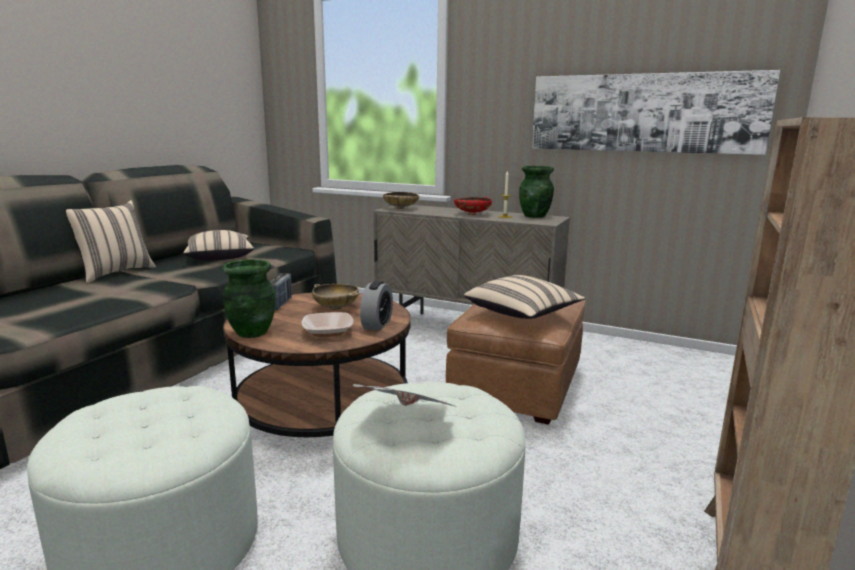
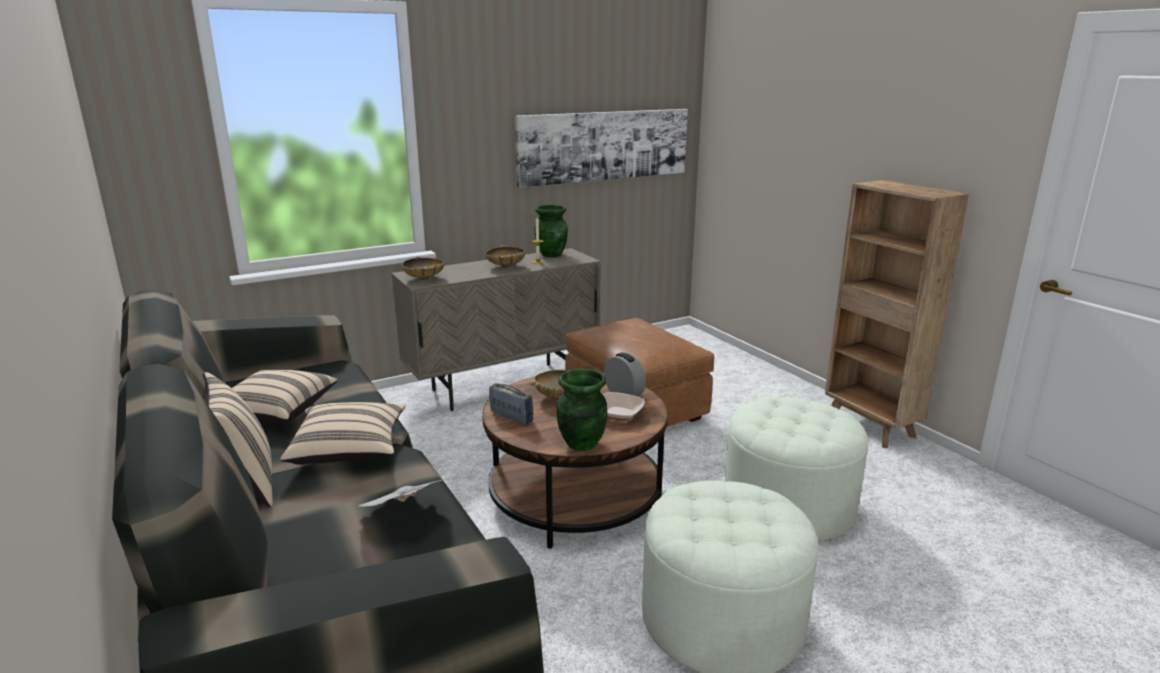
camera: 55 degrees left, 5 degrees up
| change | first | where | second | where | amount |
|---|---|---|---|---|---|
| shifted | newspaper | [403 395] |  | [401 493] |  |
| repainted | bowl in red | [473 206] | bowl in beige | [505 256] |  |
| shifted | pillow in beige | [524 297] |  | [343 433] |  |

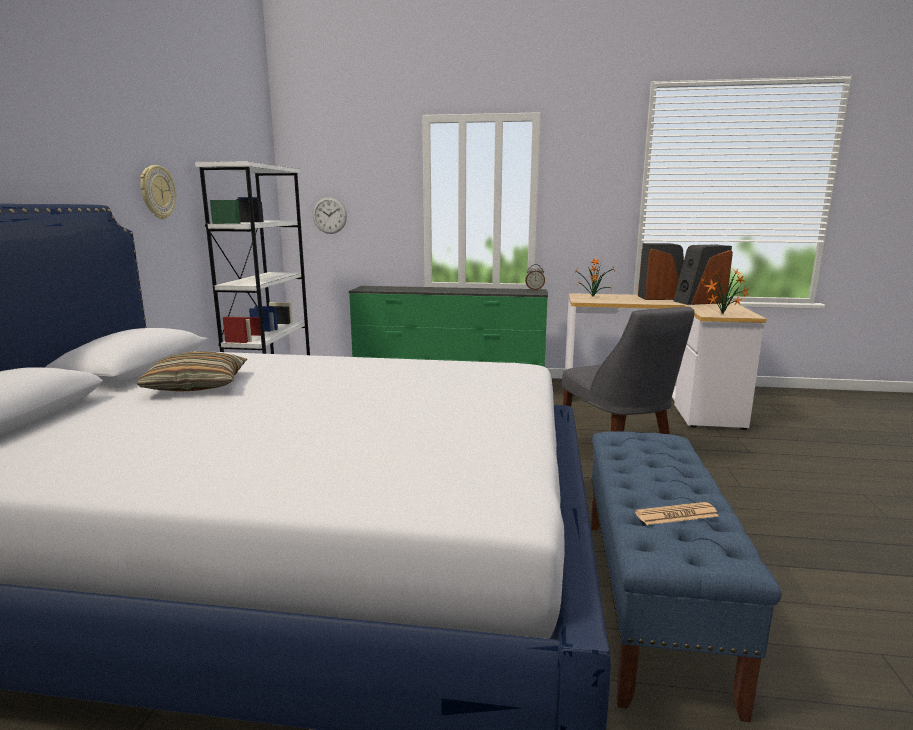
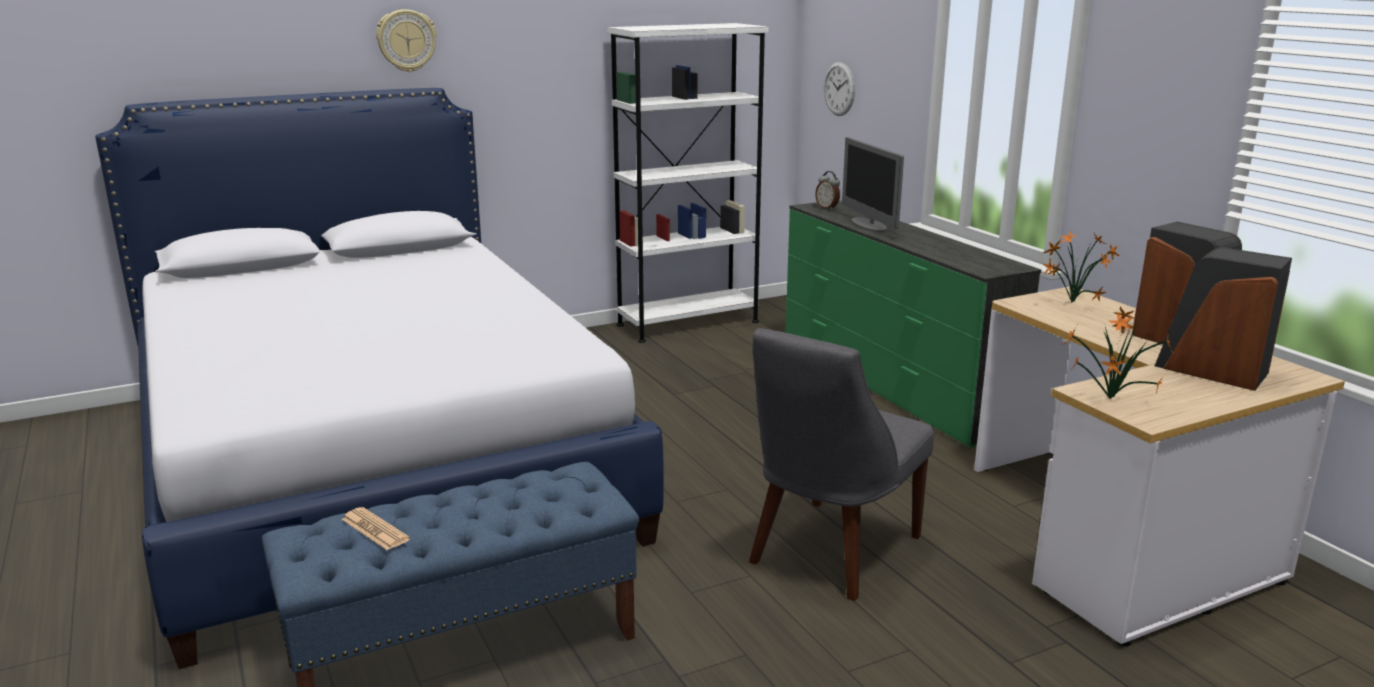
camera: 55 degrees right, 5 degrees up
| change | first | where | second | where | amount |
|---|---|---|---|---|---|
| gone | pillow | [192 371] |  |  |  |
| shifted | wall clock | [158 192] |  | [406 40] |  |
| shifted | alarm clock | [535 277] |  | [827 190] |  |
| new |  |  | monitor | [873 184] |  |

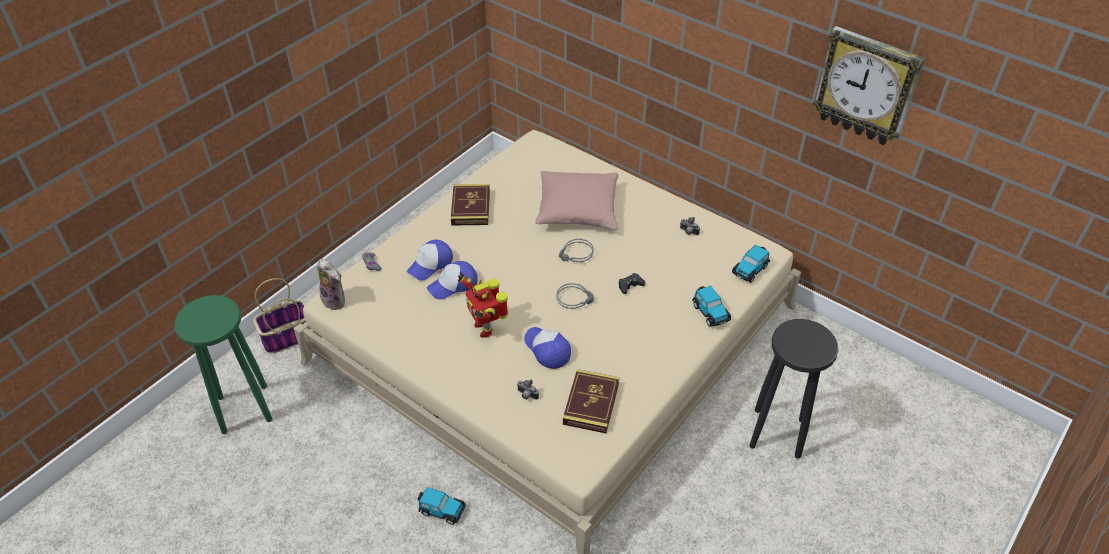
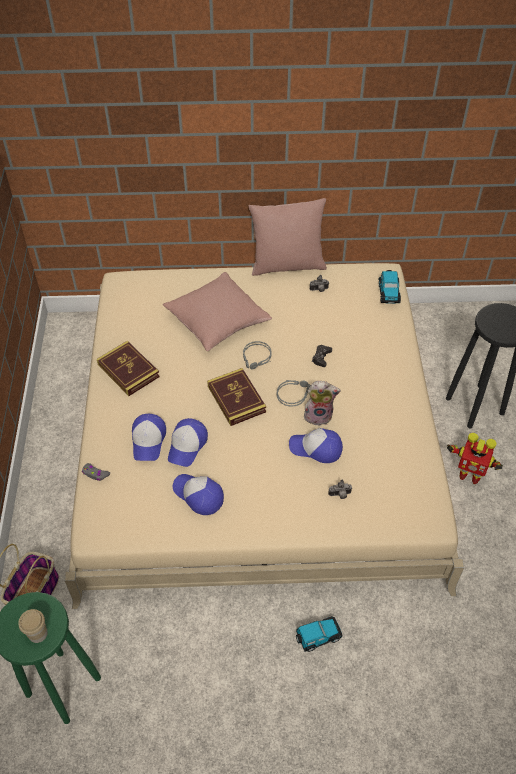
camera: 40 degrees left, 5 degrees up
| change | first | where | second | where | amount |
|---|---|---|---|---|---|
| shifted | plush toy | [331 284] |  | [322 403] |  |
| shifted | toy robot | [483 305] |  | [475 458] |  |
| shifted | book | [591 401] |  | [236 397] |  |
| gone | toy car | [711 306] |  |  |  |
| gone | wall clock | [869 85] |  |  |  |
| new |  |  | cup | [33 626] |  |
| new |  |  | cap | [198 494] |  |
| new |  |  | pillow in pink | [288 237] |  |

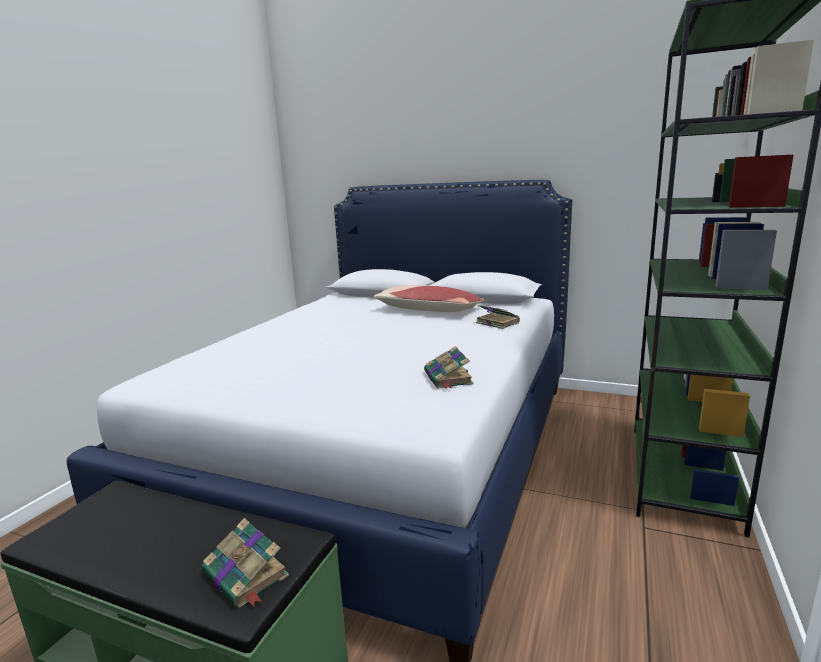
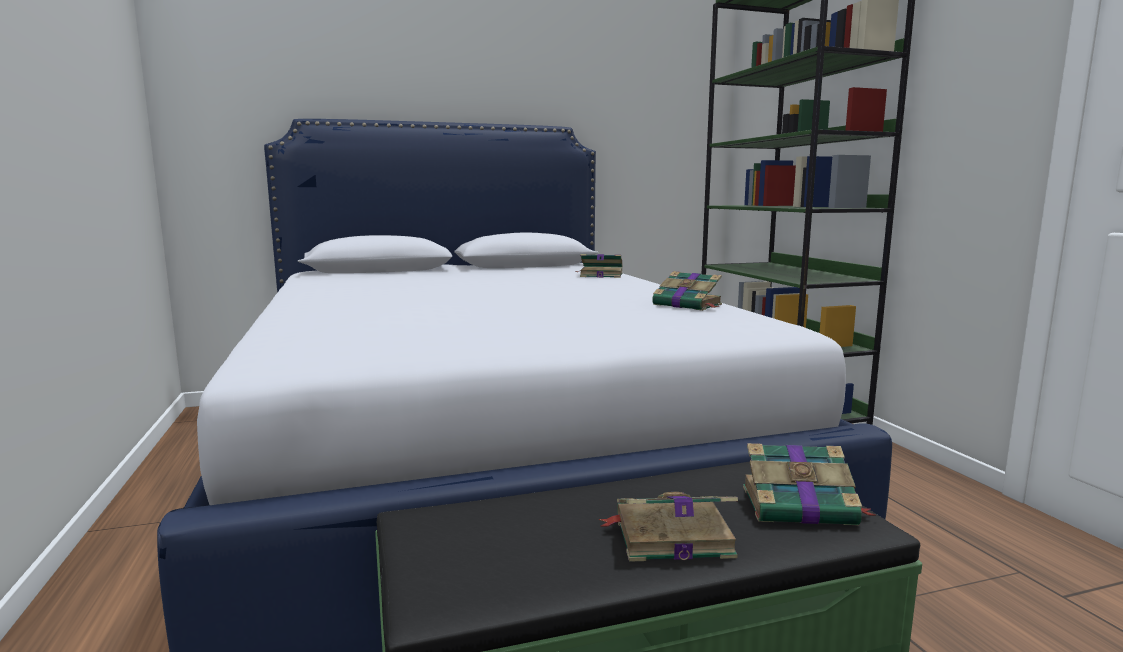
camera: 40 degrees left, 5 degrees down
| change | first | where | second | where | amount |
|---|---|---|---|---|---|
| gone | pillow | [429 298] |  |  |  |
| new |  |  | book | [668 527] |  |

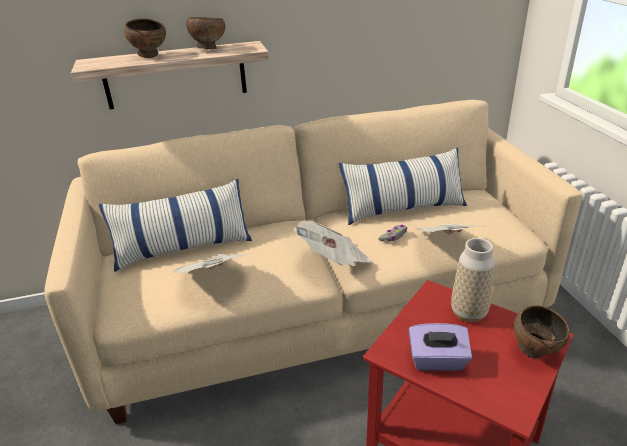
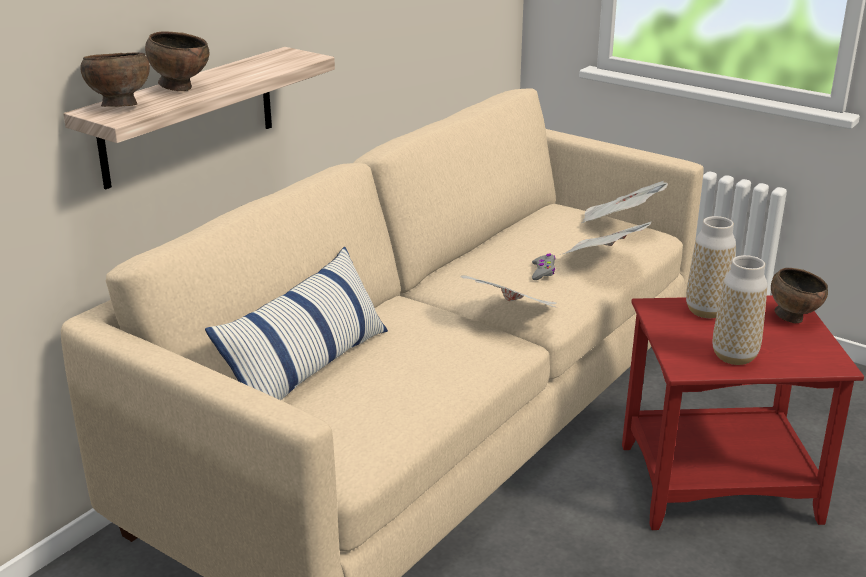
camera: 40 degrees left, 5 degrees down
| change | first | where | second | where | amount |
|---|---|---|---|---|---|
| shifted | newspaper | [210 263] |  | [624 202] |  |
| shifted | bowl in brown | [205 33] |  | [115 79] |  |
| gone | pillow | [403 186] |  |  |  |
| swapped | tissue box in purple | [440 347] | vase | [740 310] |  |

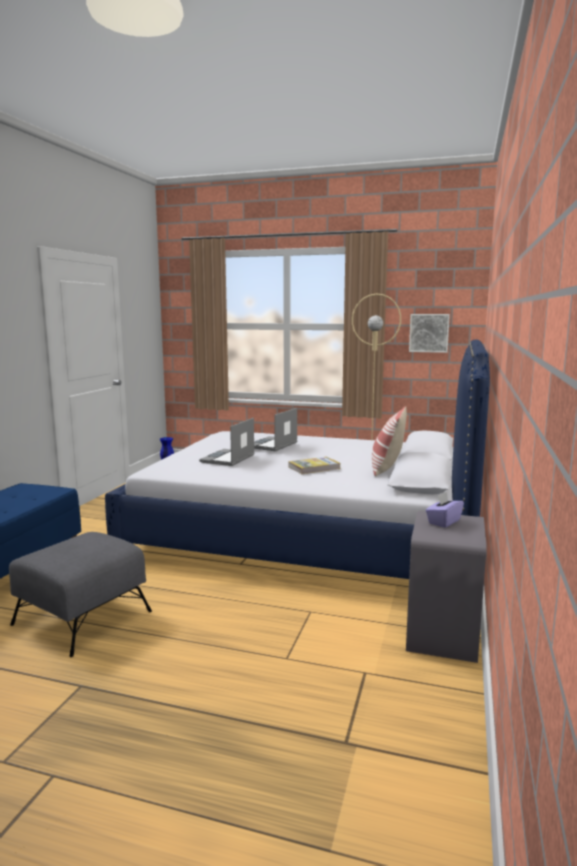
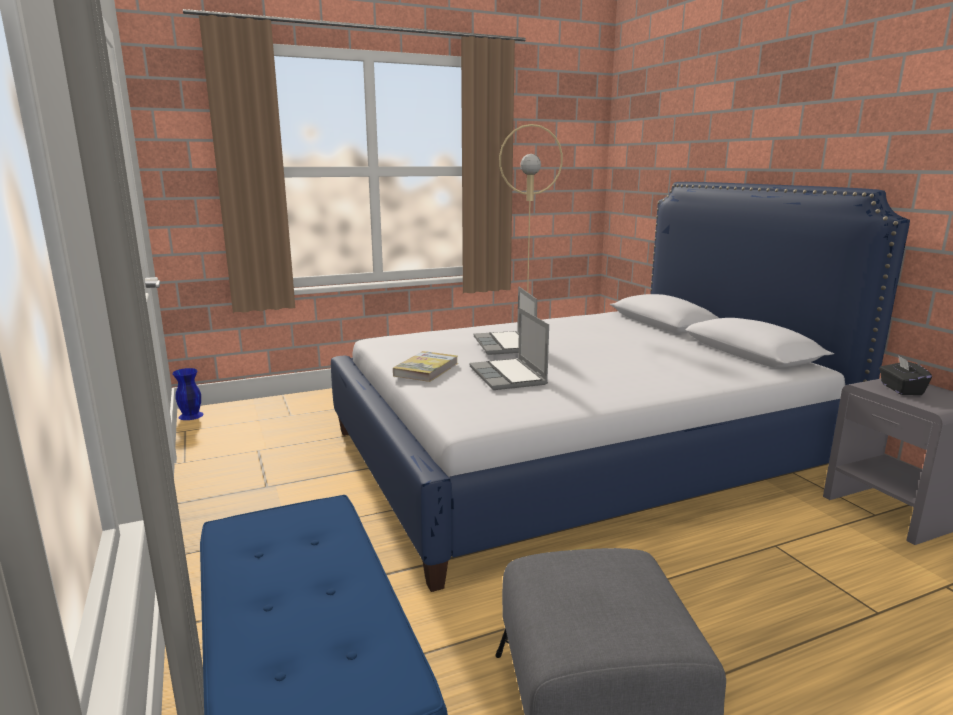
camera: 40 degrees left, 5 degrees up
| change | first | where | second | where | amount |
|---|---|---|---|---|---|
| shifted | book | [314 465] |  | [425 366] |  |
| gone | pillow | [389 441] |  |  |  |
| gone | picture | [429 333] |  |  |  |
| repainted | tissue box in purple | [445 510] | tissue box in black | [905 375] |  |

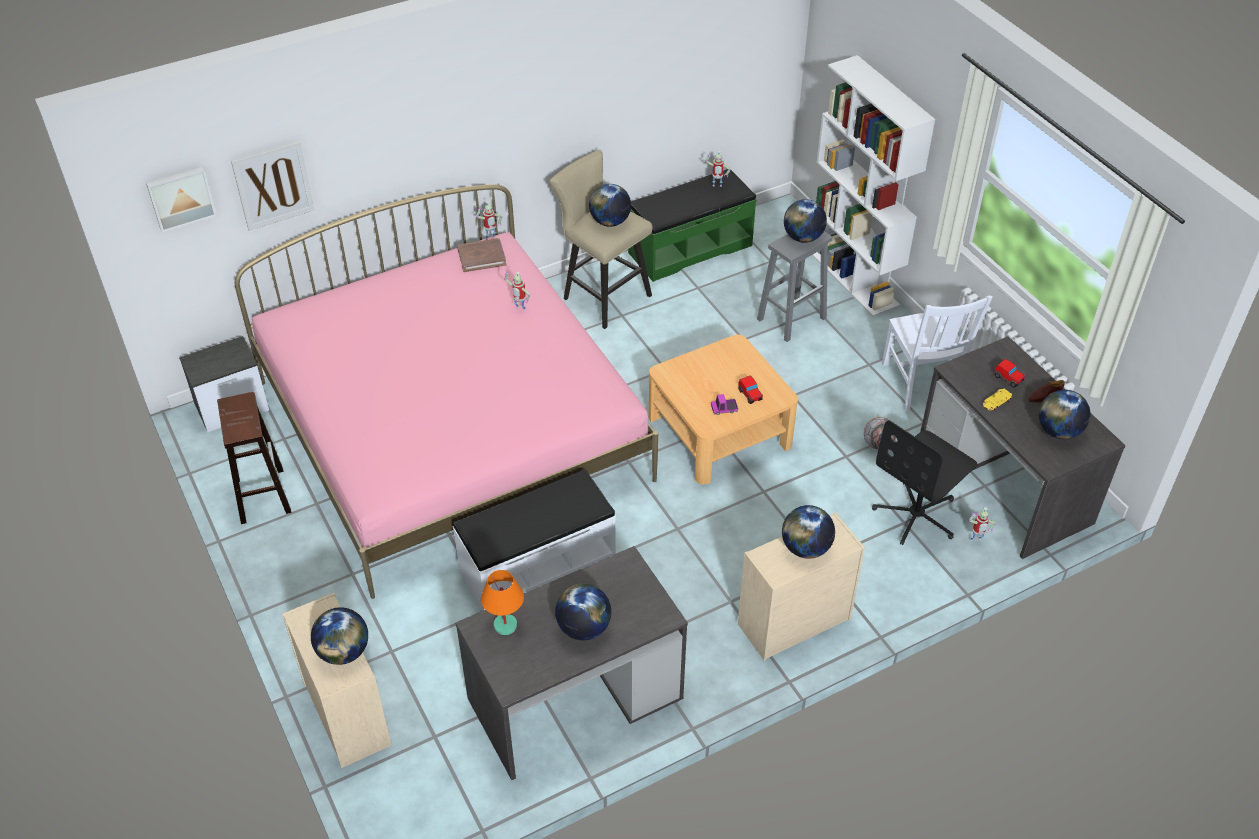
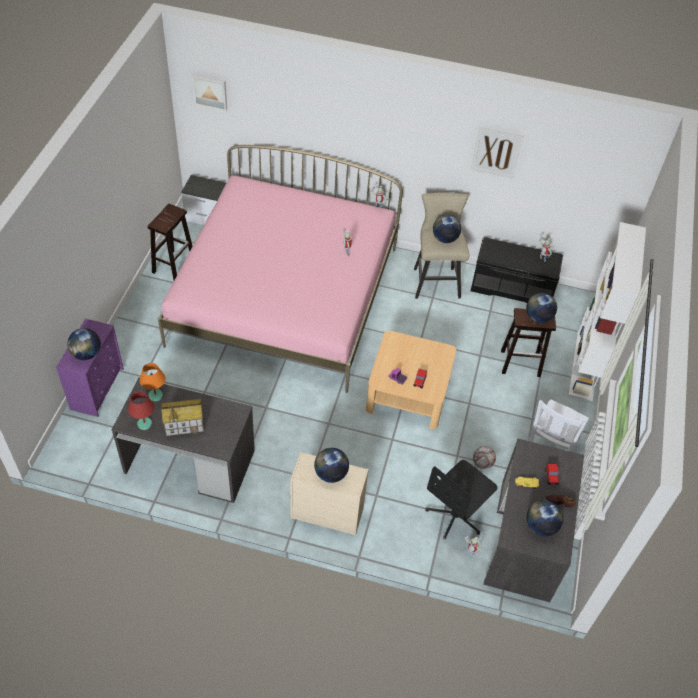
camera: 40 degrees right, 5 degrees up
| change | first | where | second | where | amount |
|---|---|---|---|---|---|
| shifted | picture | [272 186] |  | [497 153] |  |
| repainted | dresser in beige | [336 680] | dresser in purple | [90 368] |  |
| gone | bench in white | [534 540] |  |  |  |
| gone | book in brown | [482 255] |  |  |  |
| swapped | globe | [583 612] | toy house | [182 417] |  |
| repainted | bench in green | [692 225] | bench in black | [517 270] |  |
| repainted | stool in grey | [794 286] | stool in brown | [528 342] |  |
| rotated | office chair in black | [925 482] |  | [461 499] | 45 degrees counterclockwise |
| new |  |  | table lamp in red | [141 410] |  |

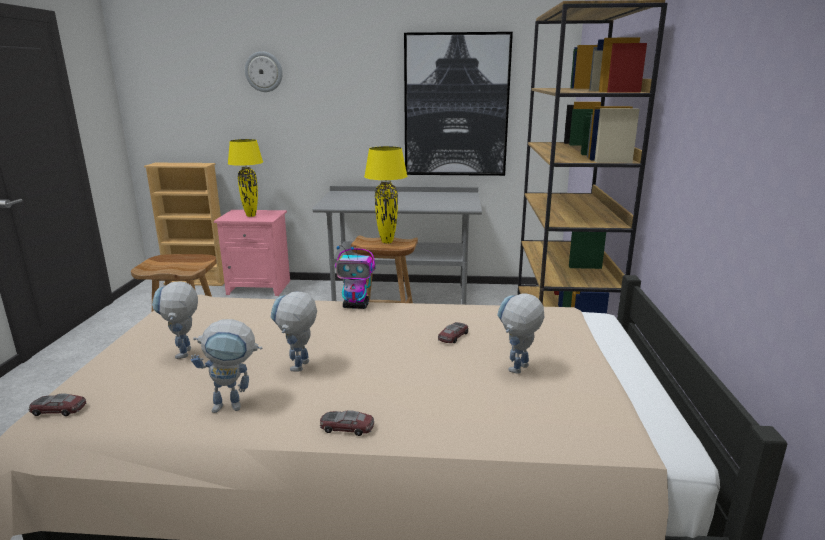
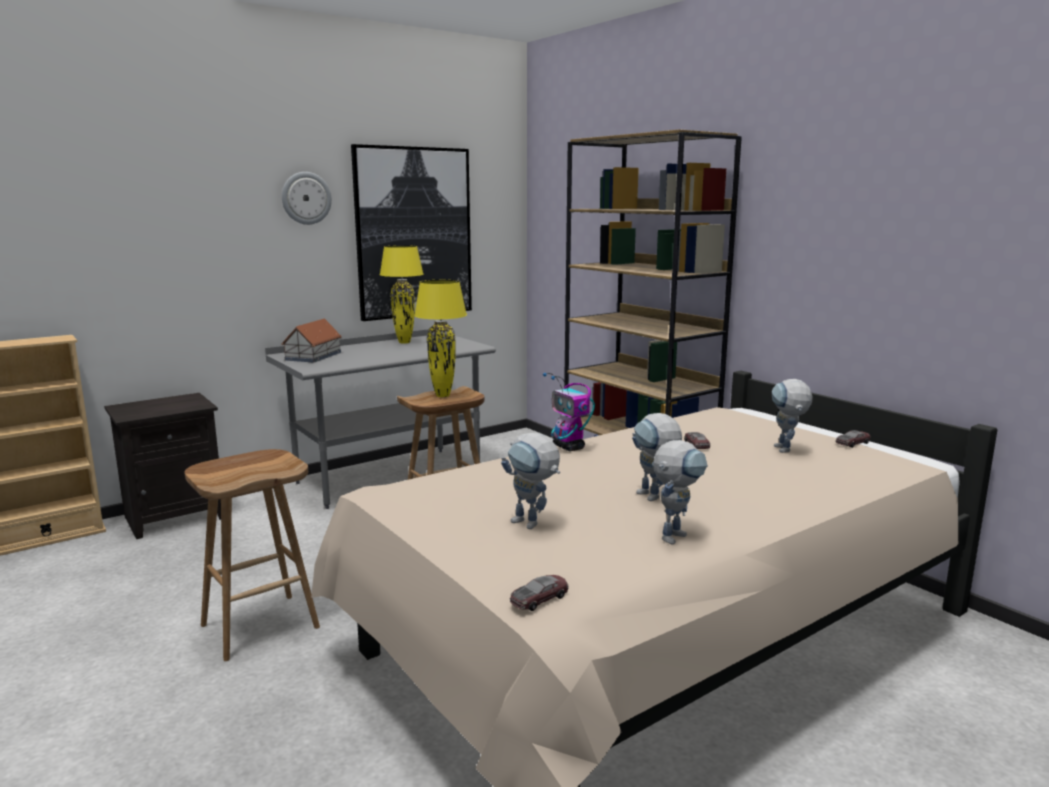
camera: 40 degrees left, 5 degrees down
| change | first | where | second | where | amount |
|---|---|---|---|---|---|
| repainted | nightstand in pink | [252 253] | nightstand in black | [162 466] |  |
| shifted | table lamp in yellow | [245 178] |  | [402 294] |  |
| shifted | wall clock | [264 71] |  | [307 198] |  |
| shifted | toy car | [347 423] |  | [853 439] |  |
| rotated | toy robot | [355 277] |  | [569 412] | 90 degrees clockwise |
| new |  |  | toy house | [312 340] |  |

